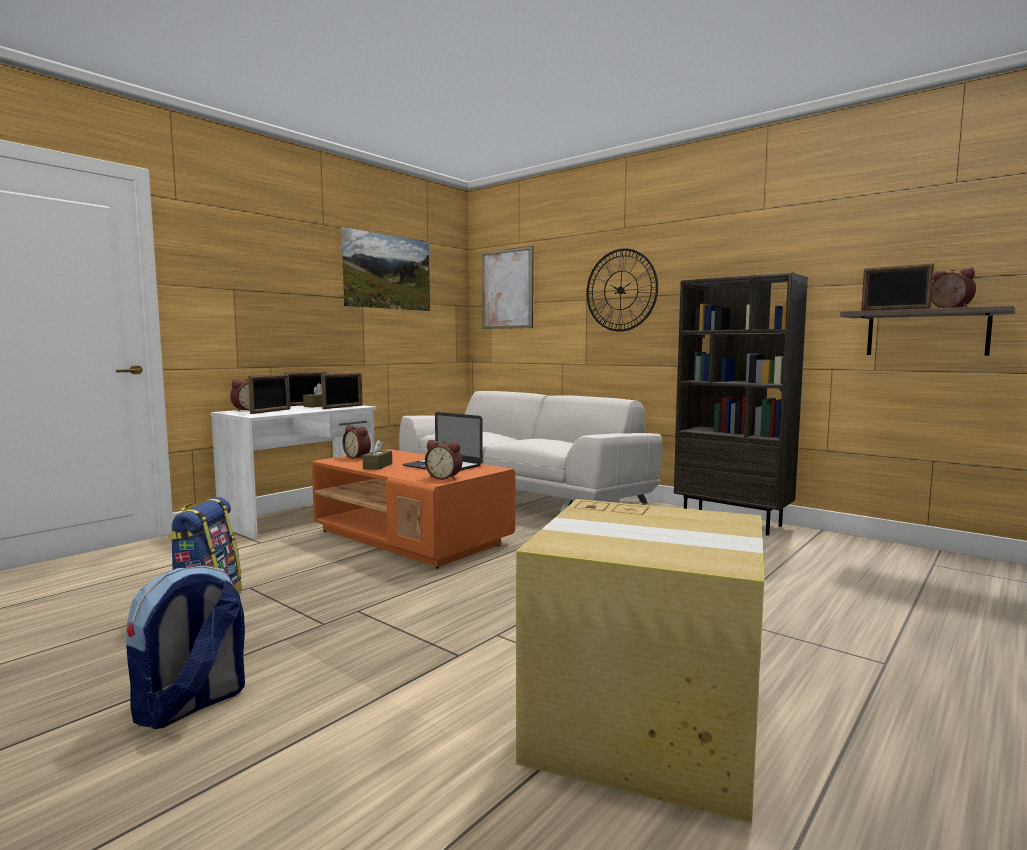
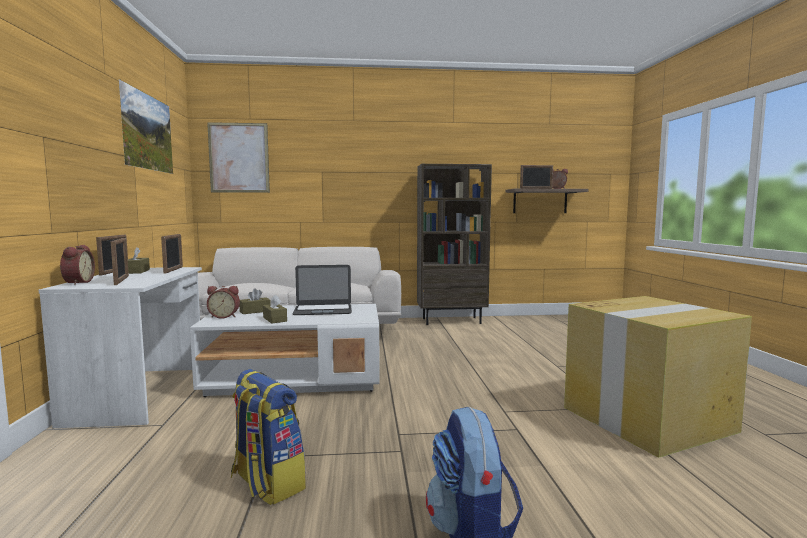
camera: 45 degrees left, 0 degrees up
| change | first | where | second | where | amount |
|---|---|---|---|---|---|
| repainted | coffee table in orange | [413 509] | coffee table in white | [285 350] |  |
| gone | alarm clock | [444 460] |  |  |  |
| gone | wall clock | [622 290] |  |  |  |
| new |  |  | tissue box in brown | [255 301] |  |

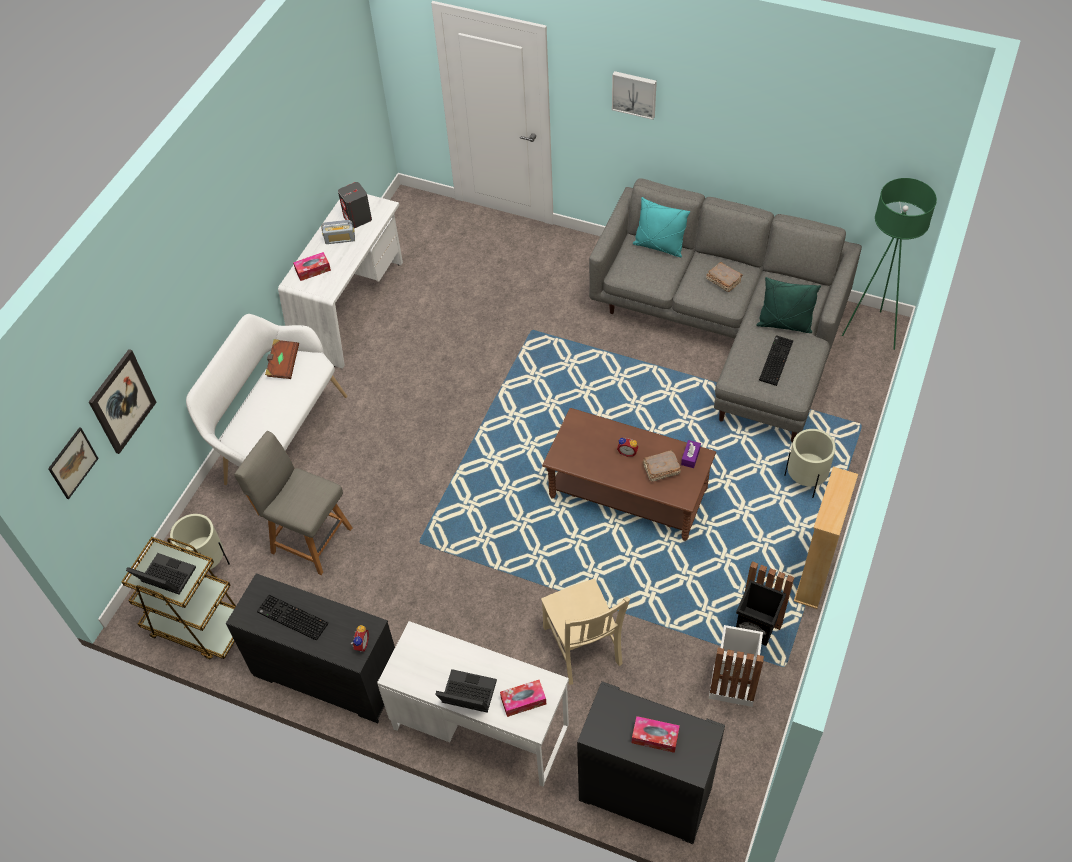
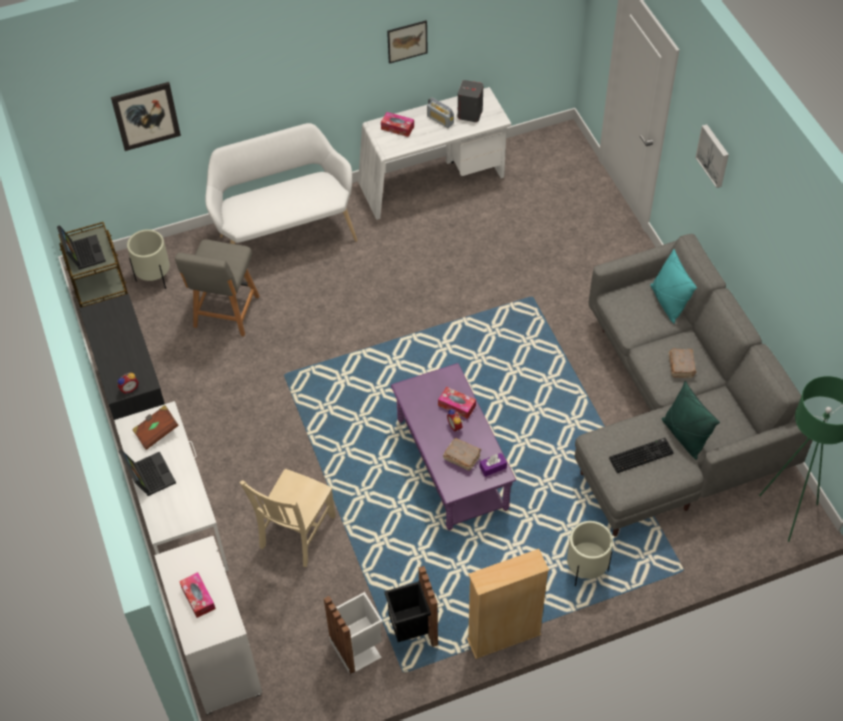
camera: 45 degrees right, 0 degrees up
| change | first | where | second | where | amount |
|---|---|---|---|---|---|
| shifted | picture | [73 463] |  | [407 42] |  |
| rotated | chair in grey | [293 503] |  | [217 287] | 150 degrees counterclockwise |
| gone | keyboard | [292 618] |  |  |  |
| shifted | book in brown | [282 359] |  | [155 427] |  |
| shifted | tissue box | [523 698] |  | [457 403] |  |
| repainted | coffee table in brown | [629 474] | coffee table in purple | [453 446] |  |
| repainted | cabinet in black | [651 762] | cabinet in white | [208 625] |  |

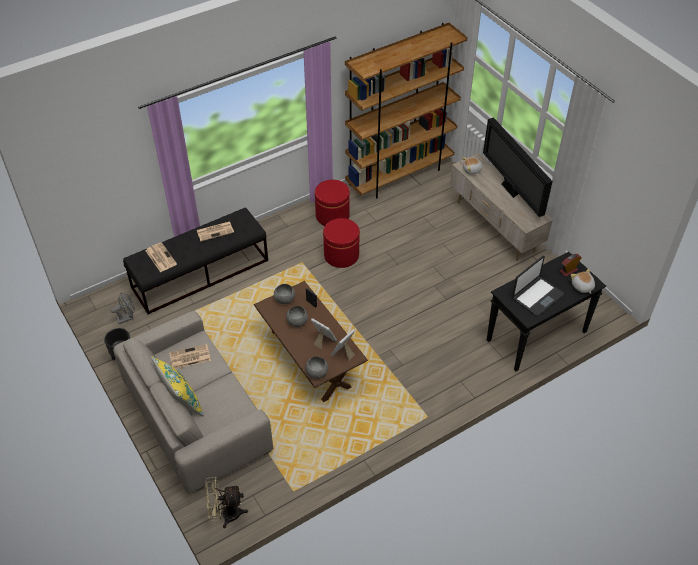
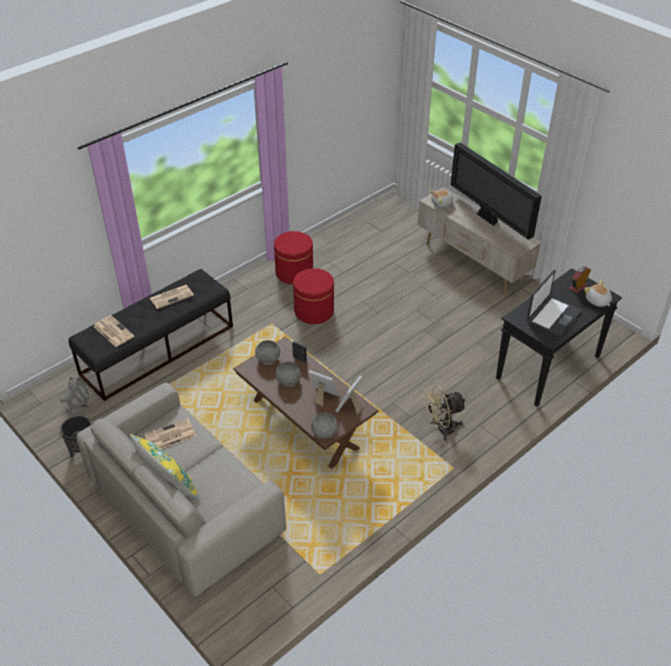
camera: 10 degrees left, 5 degrees down
| change | first | where | second | where | amount |
|---|---|---|---|---|---|
| shifted | fan in beige | [226 502] |  | [444 413] |  |
| gone | bookcase in brown | [406 110] |  |  |  |

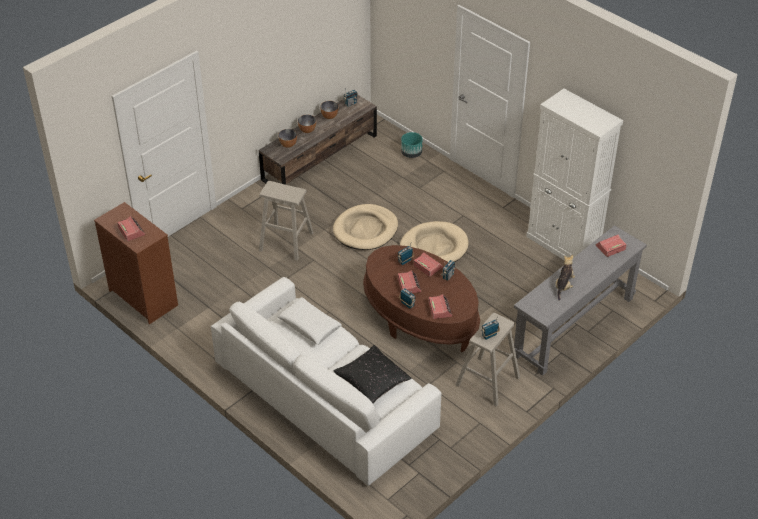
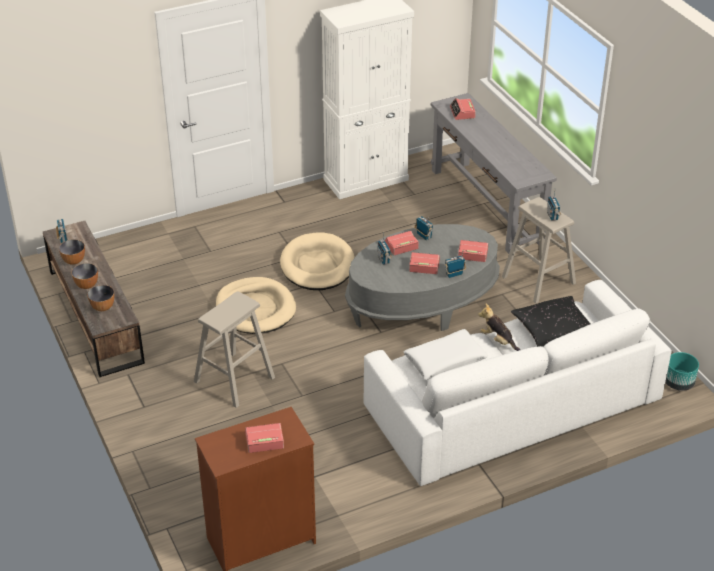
camera: 70 degrees left, 5 degrees down
| change | first | where | second | where | amount |
|---|---|---|---|---|---|
| repainted | coffee table in brown | [421 298] | coffee table in grey | [422 277] |  |
| shifted | planter in turquoise | [412 145] |  | [682 371] |  |
| shifted | plush toy | [565 278] |  | [499 327] |  |

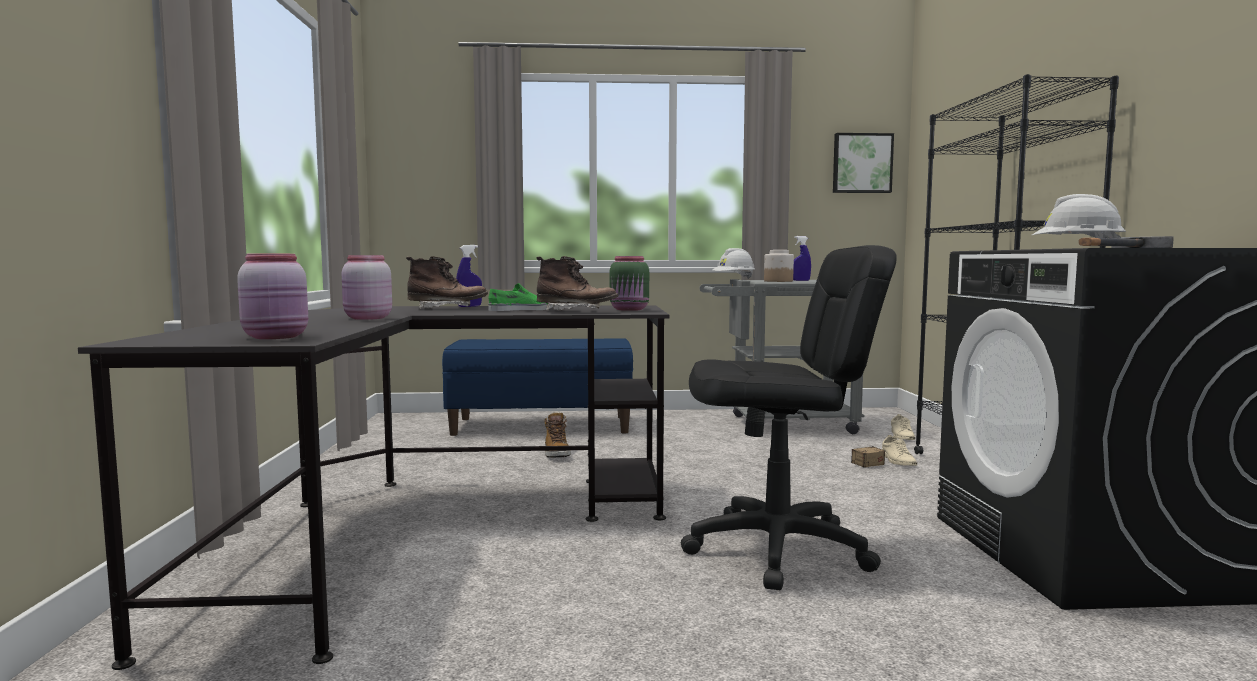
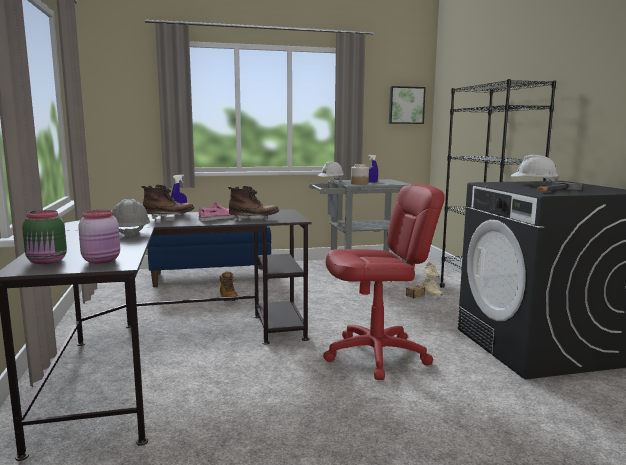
camera: 10 degrees left, 5 degrees up
| change | first | where | second | where | amount |
|---|---|---|---|---|---|
| swapped | jar in pink | [367 287] | hard hat in grey | [131 218] |  |
| repainted | shoe in green | [520 297] | shoe in pink | [217 211] |  |
| shifted | jar in green | [629 283] |  | [44 237] |  |
| repainted | office chair in black | [789 417] | office chair in red | [384 282] |  |

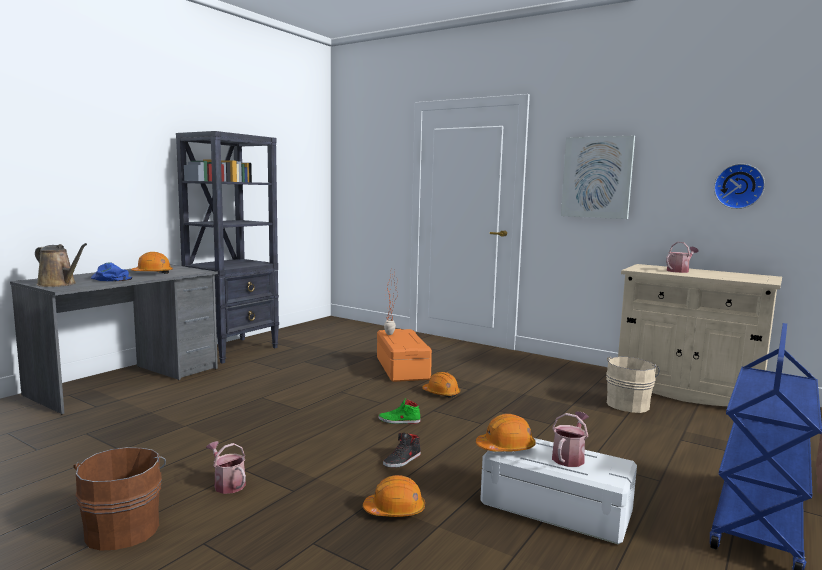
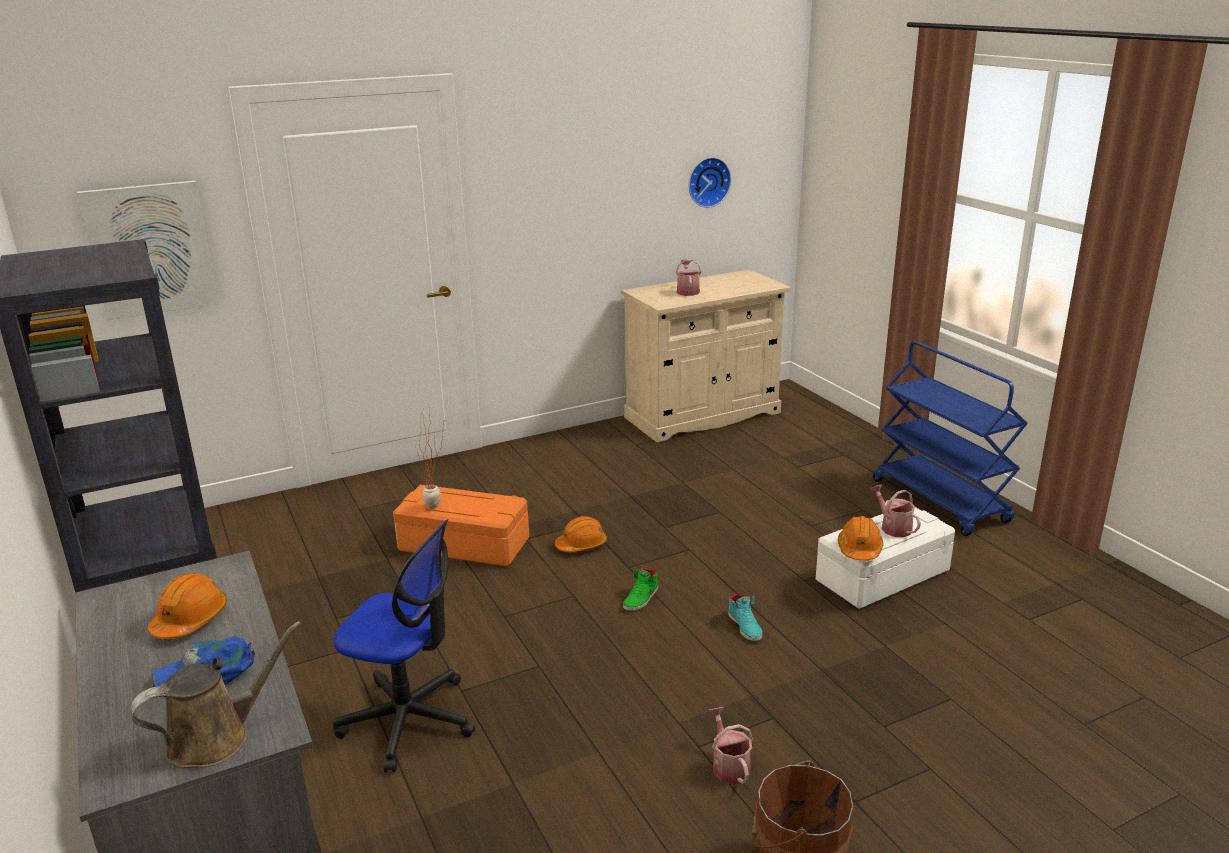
camera: 60 degrees left, 15 degrees up
| change | first | where | second | where | amount |
|---|---|---|---|---|---|
| rotated | watering can | [226 467] |  | [730 746] | 90 degrees clockwise |
| gone | hard hat in orange | [394 496] |  |  |  |
| repainted | shoe in black | [402 450] | shoe in turquoise | [745 617] |  |
| shifted | picture | [598 177] |  | [148 250] |  |
| gone | bucket in beige | [633 384] |  |  |  |
| new |  |  | office chair | [404 645] |  |

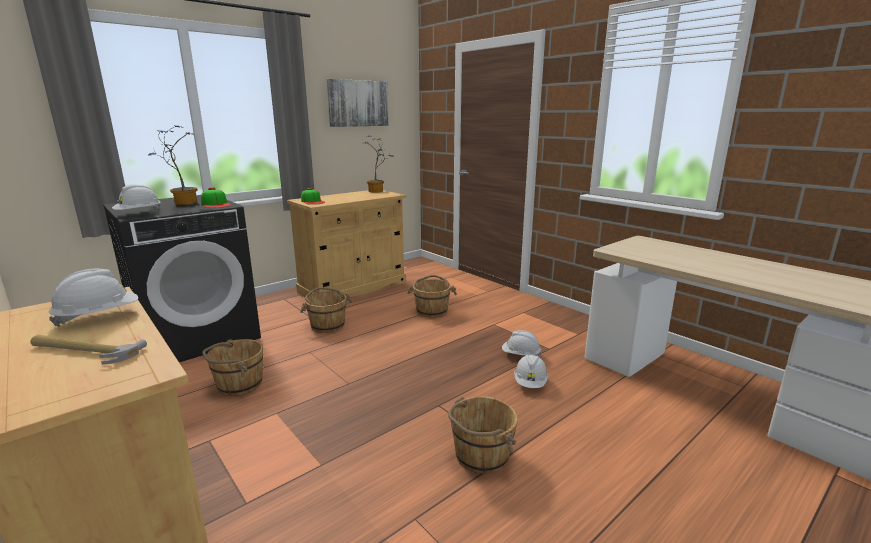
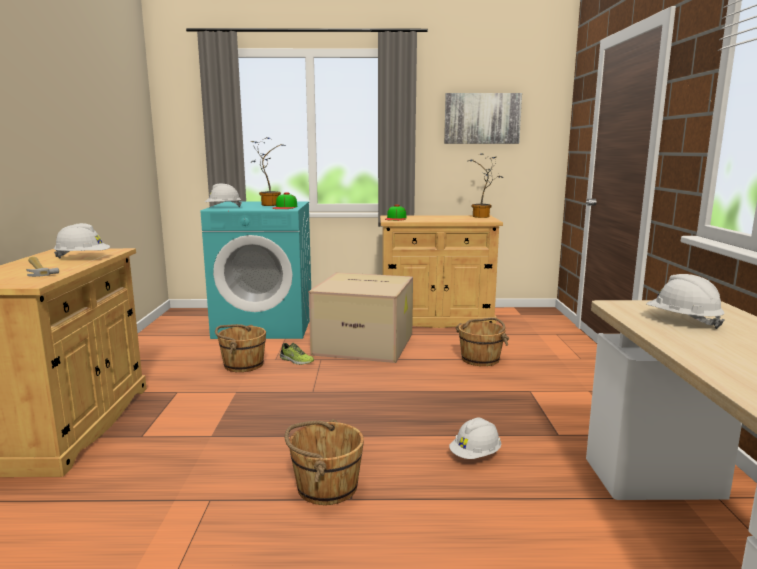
camera: 40 degrees right, 5 degrees down
| change | first | where | second | where | amount |
|---|---|---|---|---|---|
| repainted | washing machine in black | [182 278] | washing machine in turquoise | [256 270] |  |
| swapped | bucket in brown | [326 310] | cardboard box | [361 317] |  |
| shifted | hard hat in white | [521 343] |  | [685 301] |  |
| new |  |  | shoe | [297 354] |  |

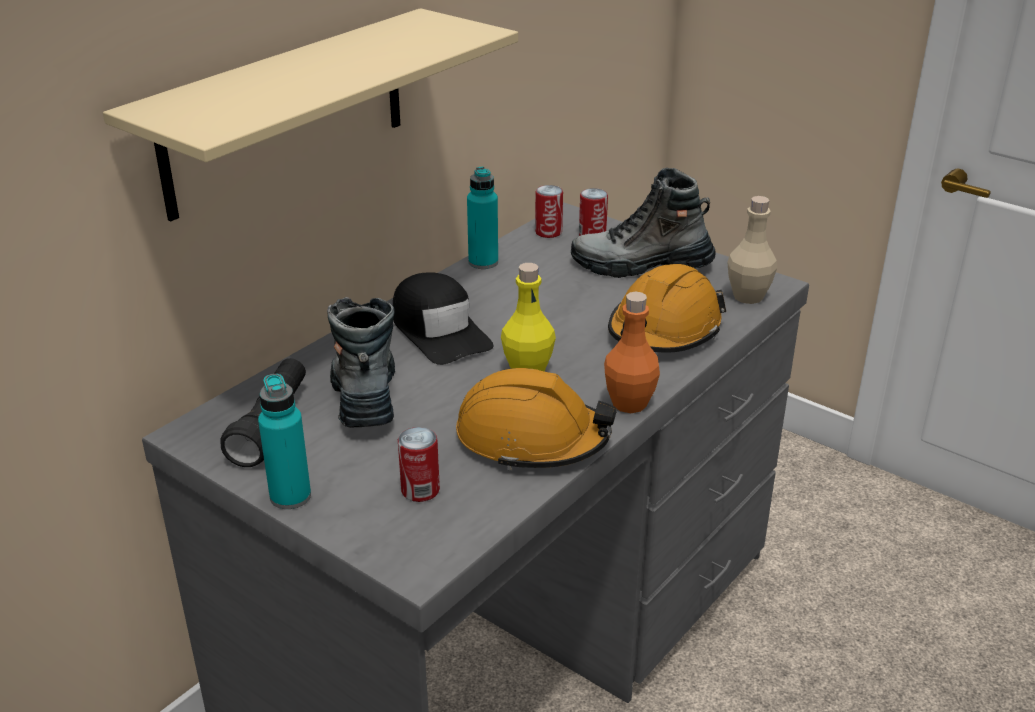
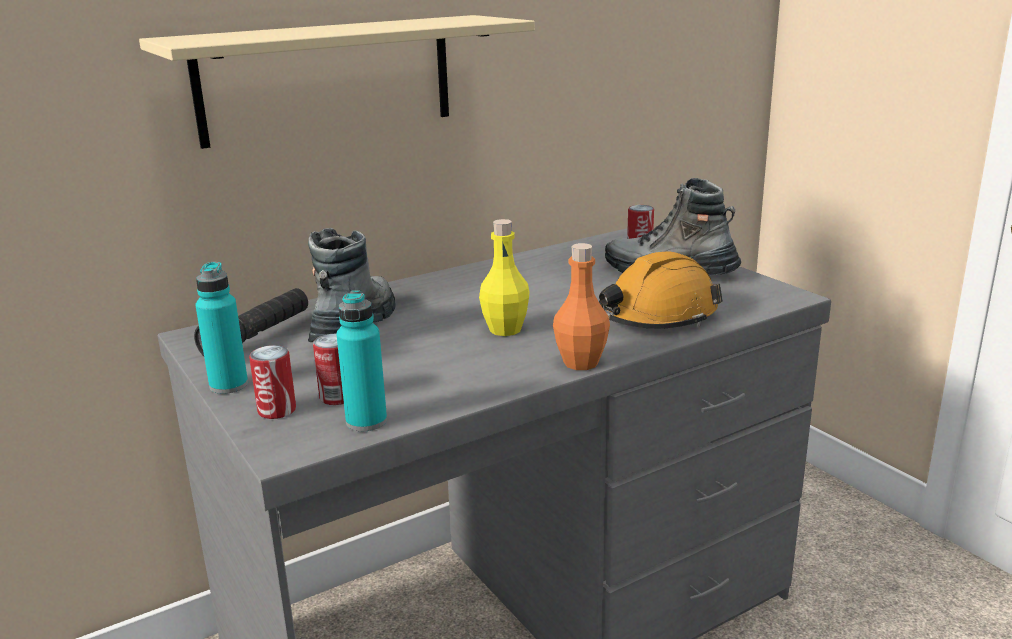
camera: 20 degrees right, 10 degrees down
| change | first | where | second | where | amount |
|---|---|---|---|---|---|
| gone | cap in black | [443 318] |  |  |  |
| gone | hard hat in orange | [536 419] |  |  |  |
| shifted | bottle in turquoise | [482 218] |  | [361 360] |  |
| shifted | can | [549 211] |  | [272 382] |  |
| gone | bottle in beige | [752 250] |  |  |  |

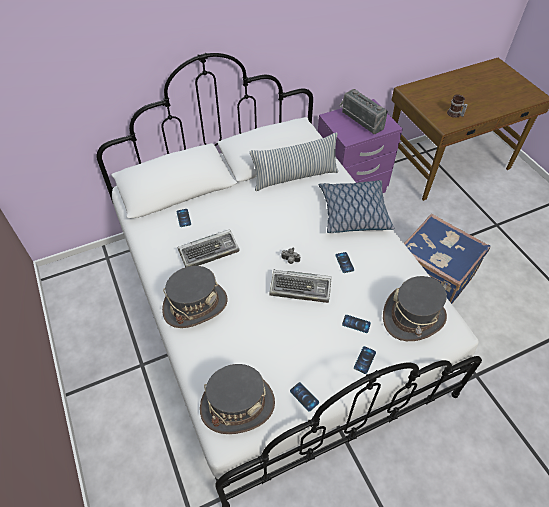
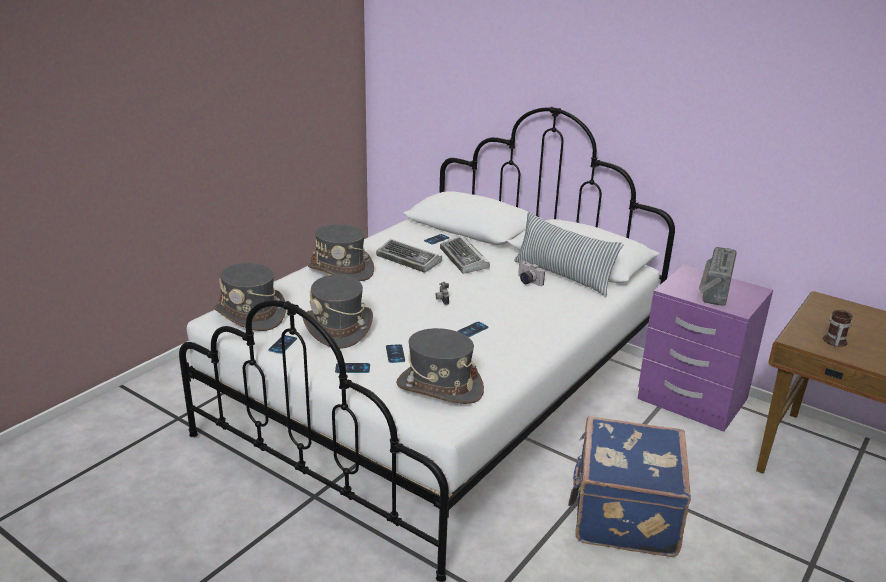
camera: 60 degrees right, 25 degrees down
| change | first | where | second | where | amount |
|---|---|---|---|---|---|
| shifted | keyboard | [300 286] |  | [465 255] |  |
| gone | pillow | [356 206] |  |  |  |
| new |  |  | hat in grey | [338 312] |  |
| new |  |  | photo camera | [531 273] |  |

